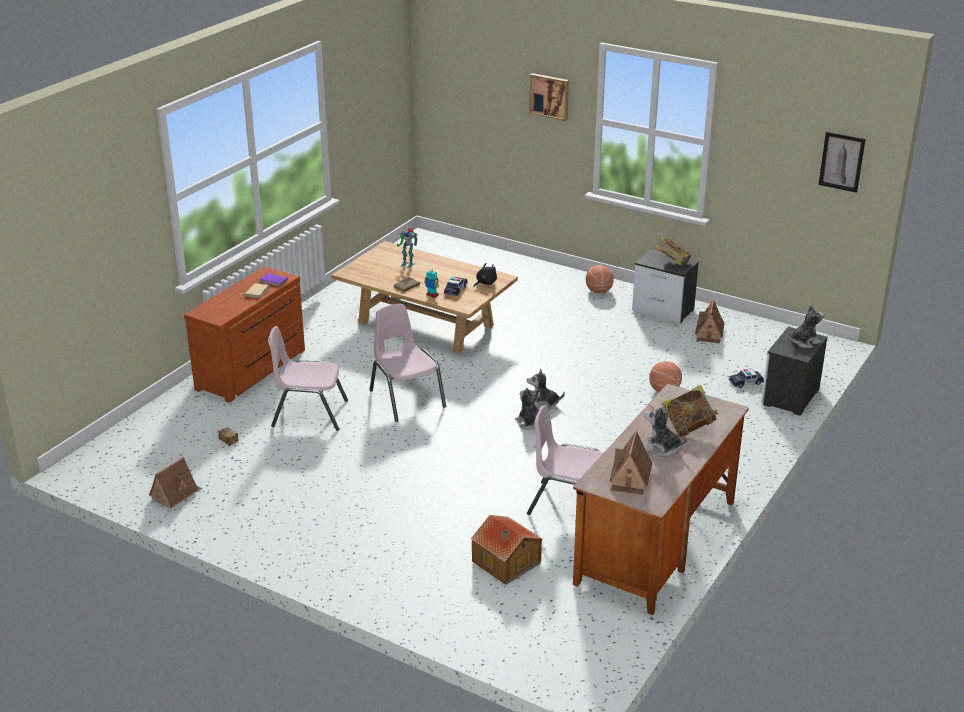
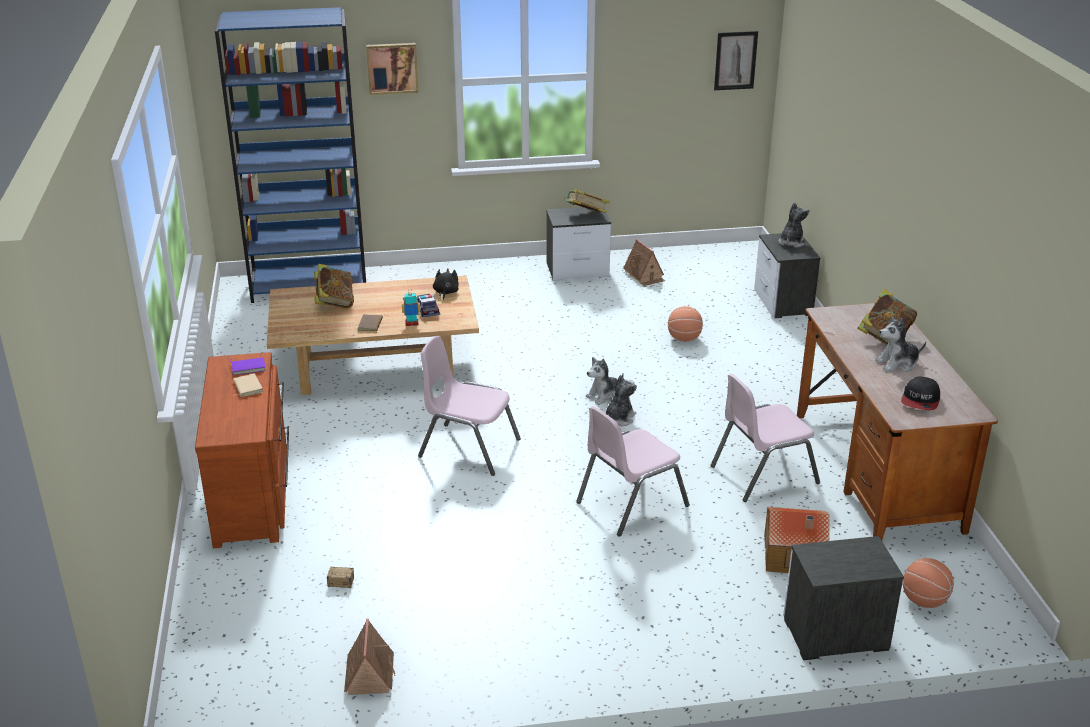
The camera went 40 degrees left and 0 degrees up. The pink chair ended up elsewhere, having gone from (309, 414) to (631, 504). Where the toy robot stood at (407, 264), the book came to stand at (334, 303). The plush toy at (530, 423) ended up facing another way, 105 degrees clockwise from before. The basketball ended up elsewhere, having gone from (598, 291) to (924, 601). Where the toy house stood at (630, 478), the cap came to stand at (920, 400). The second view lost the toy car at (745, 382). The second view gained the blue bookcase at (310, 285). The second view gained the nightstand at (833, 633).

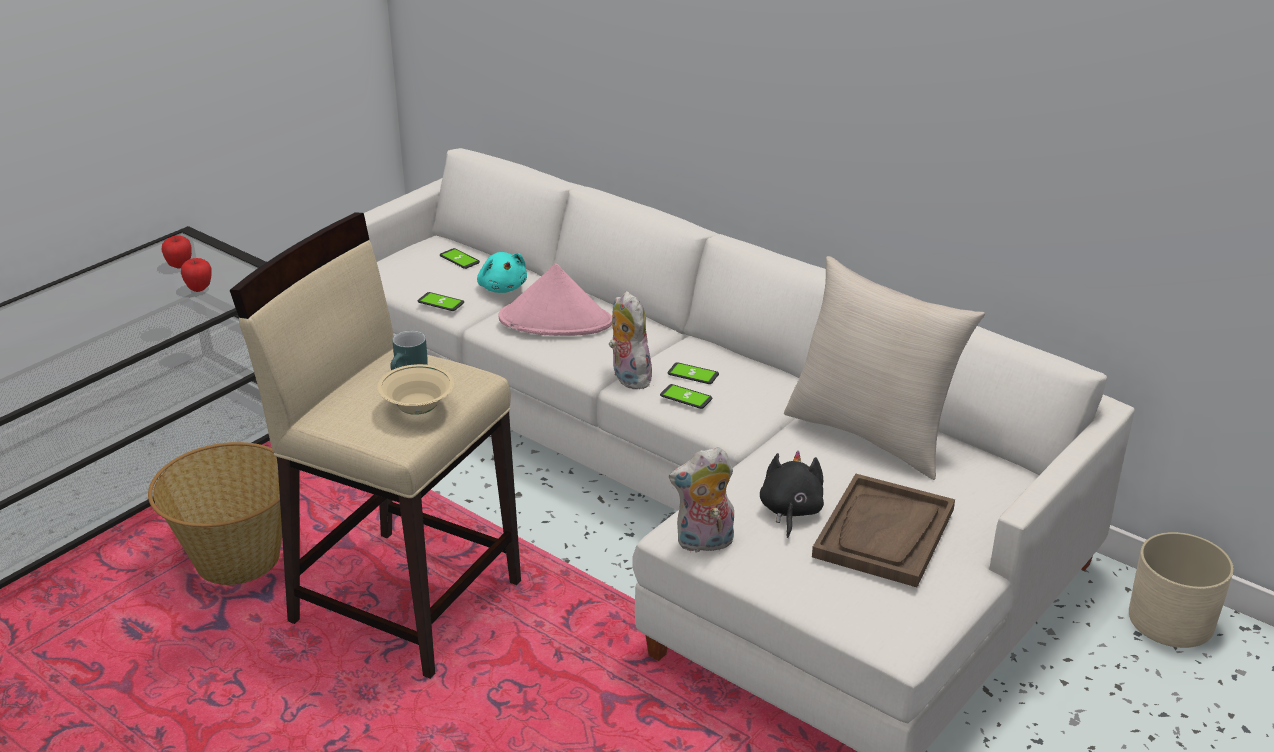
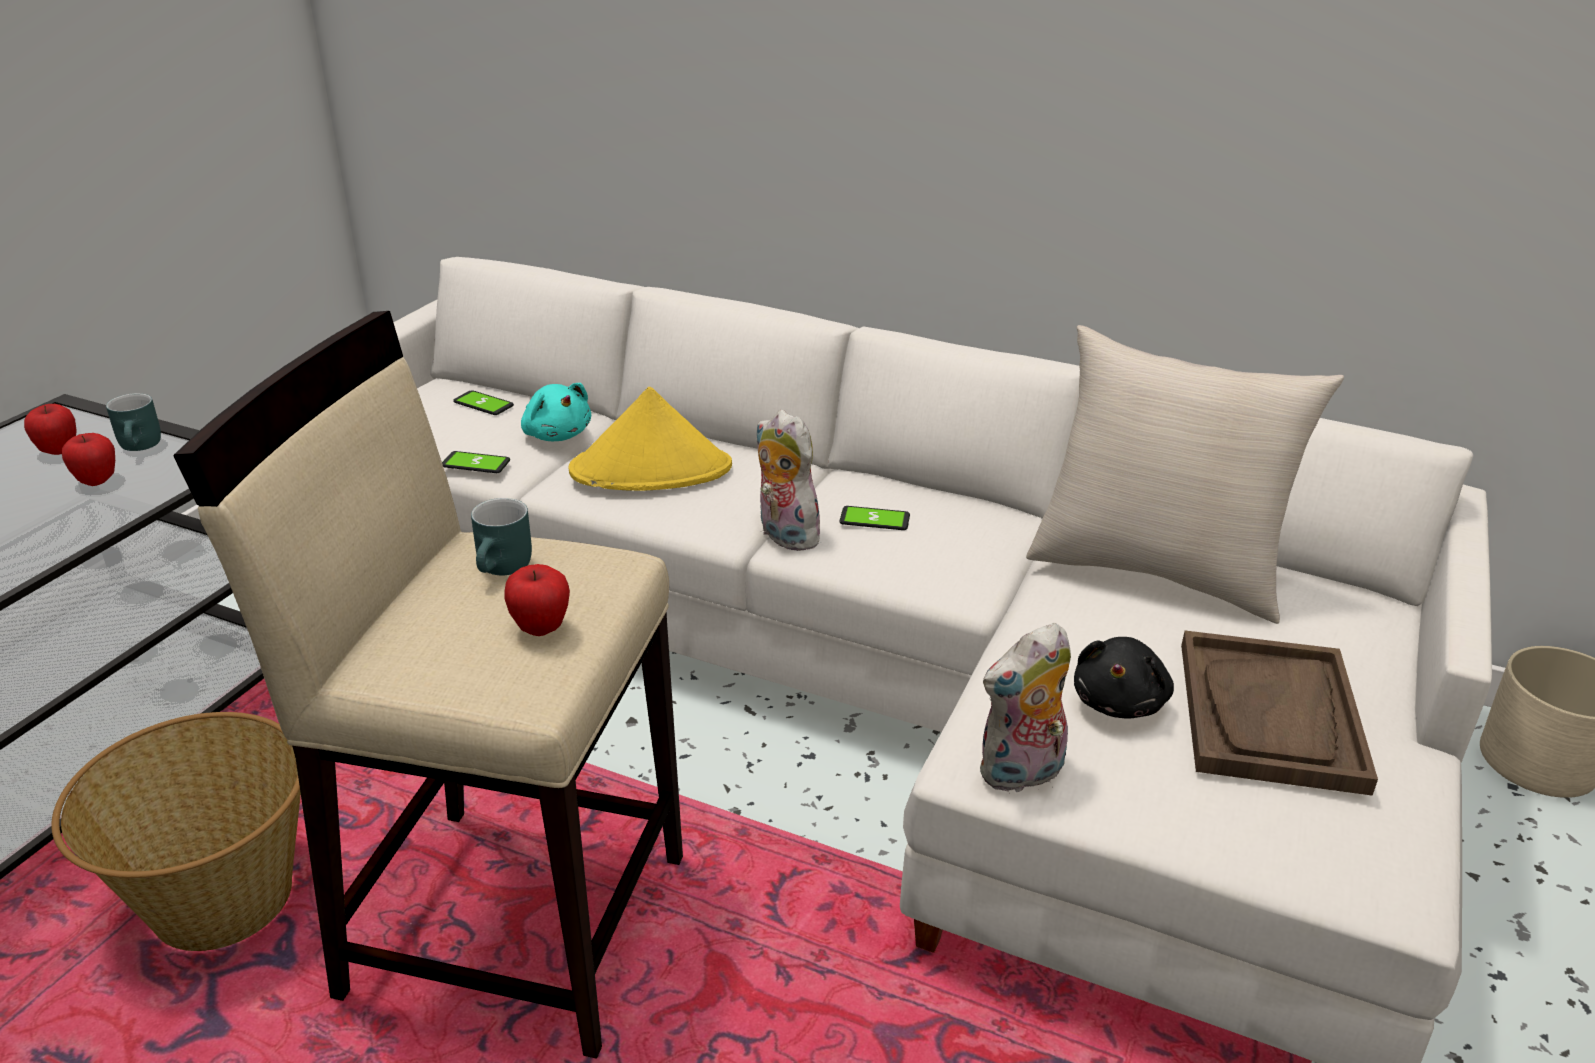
The camera went 15 degrees left and 0 degrees up. Where the beige bowl stood at (417, 409), the apple came to stand at (541, 628). What was the pink hat at (556, 321) turned into the yellow hat at (652, 470). The second view lost the phone at (686, 397). The black plush toy at (790, 511) ended up facing another way, 150 degrees counterclockwise from before. The second view gained the turquoise mug at (143, 446).

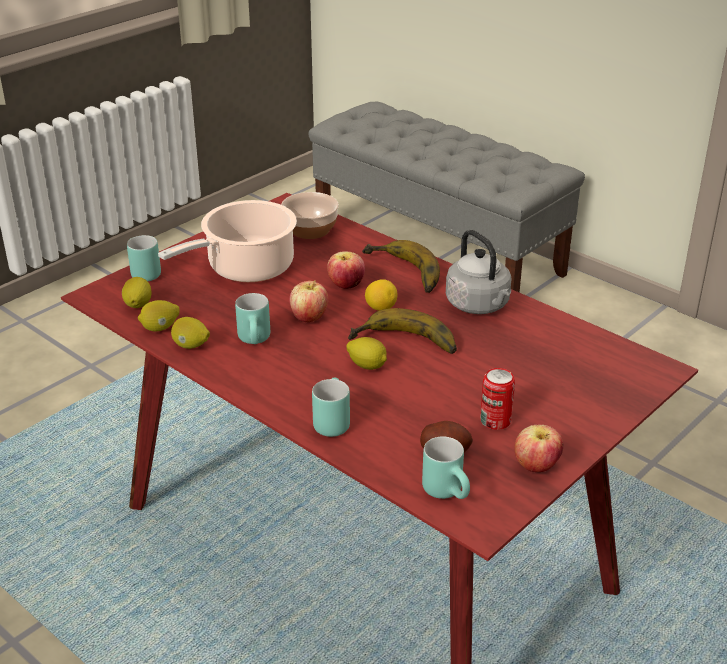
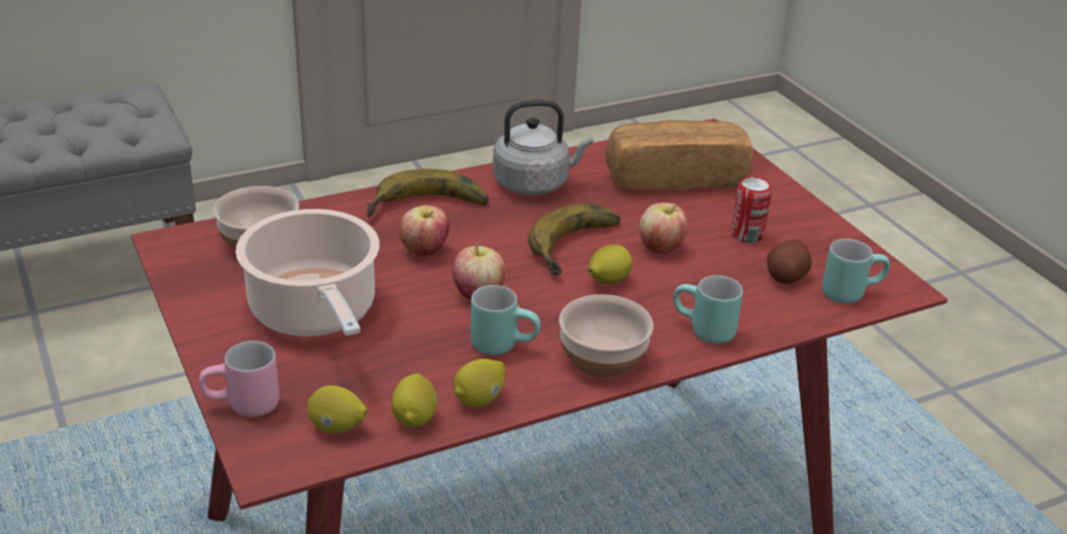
The camera went 70 degrees left and 0 degrees up. What was the turquoise mug at (141, 273) turned into the pink mug at (243, 408). The second view lost the lemon at (380, 308). The apple ended up elsewhere, having gone from (536, 466) to (660, 248). The second view gained the bowl at (603, 357). The second view gained the bread at (675, 178).

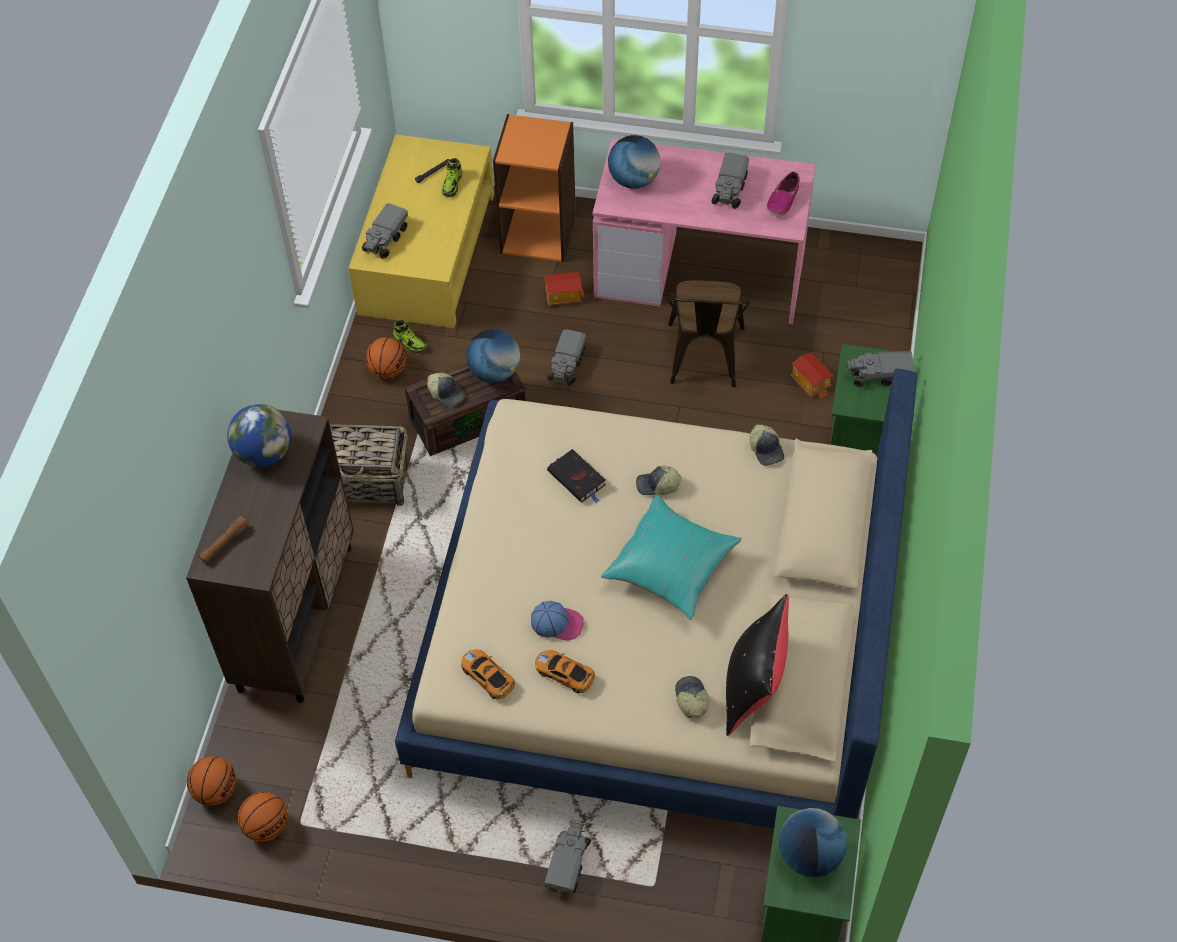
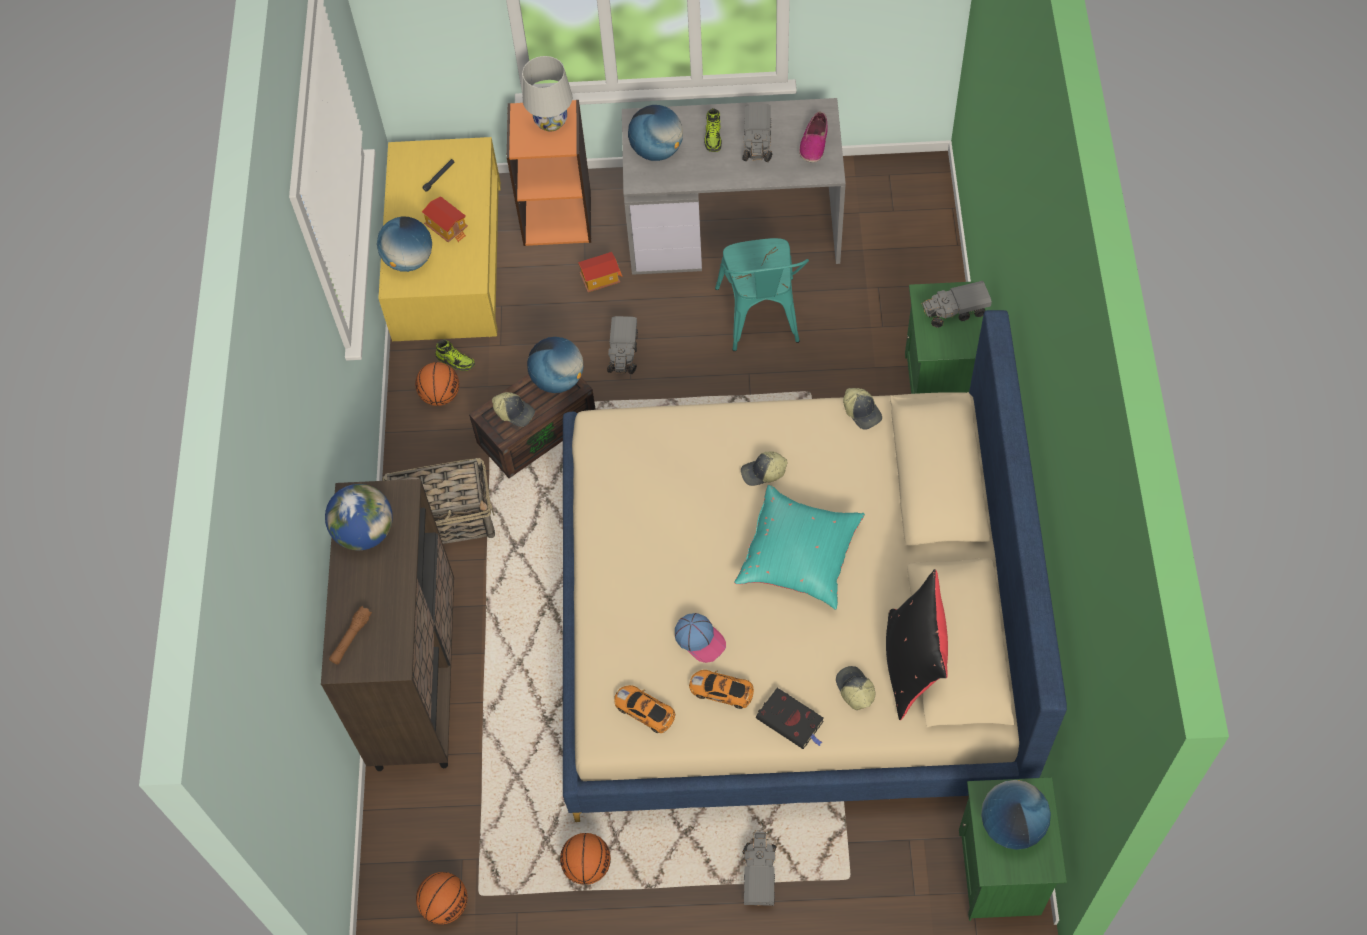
The camera went 10 degrees left and 5 degrees up. The basketball ended up elsewhere, having gone from (216, 791) to (587, 866). Where the toy truck stood at (385, 240), the globe came to stand at (409, 260). The shoe ended up elsewhere, having gone from (452, 184) to (713, 137). The cap at (557, 623) ended up facing another way, 45 degrees clockwise from before. The black book ended up elsewhere, having gone from (578, 479) to (791, 721). What was the pink desk at (702, 272) turned into the grey desk at (735, 226). What was the brown chair at (704, 361) turned into the turquoise chair at (761, 320). The toy house ended up elsewhere, having gone from (811, 382) to (447, 227). The second view gained the white table lamp at (551, 122).

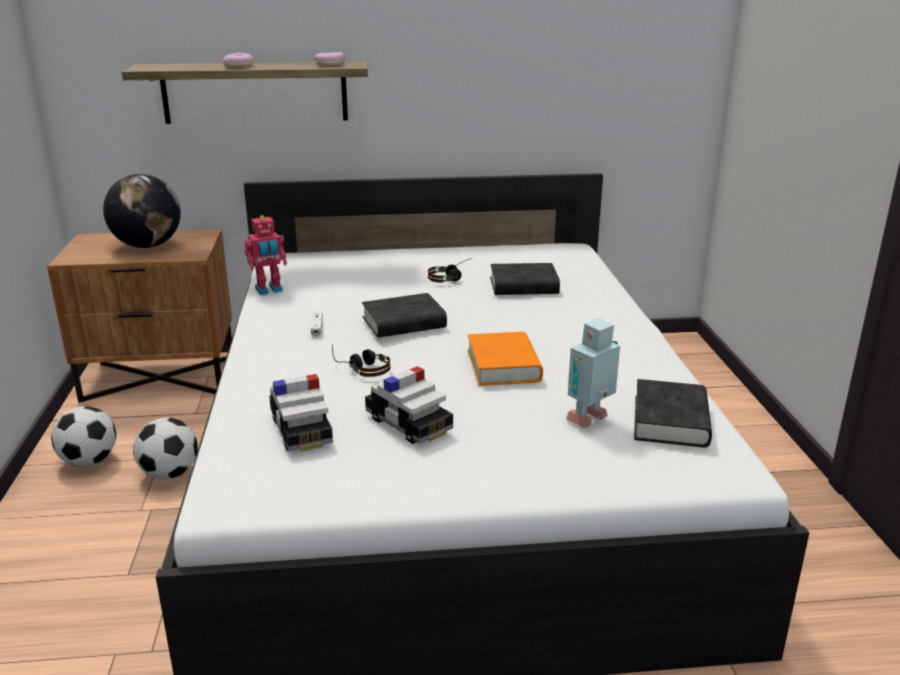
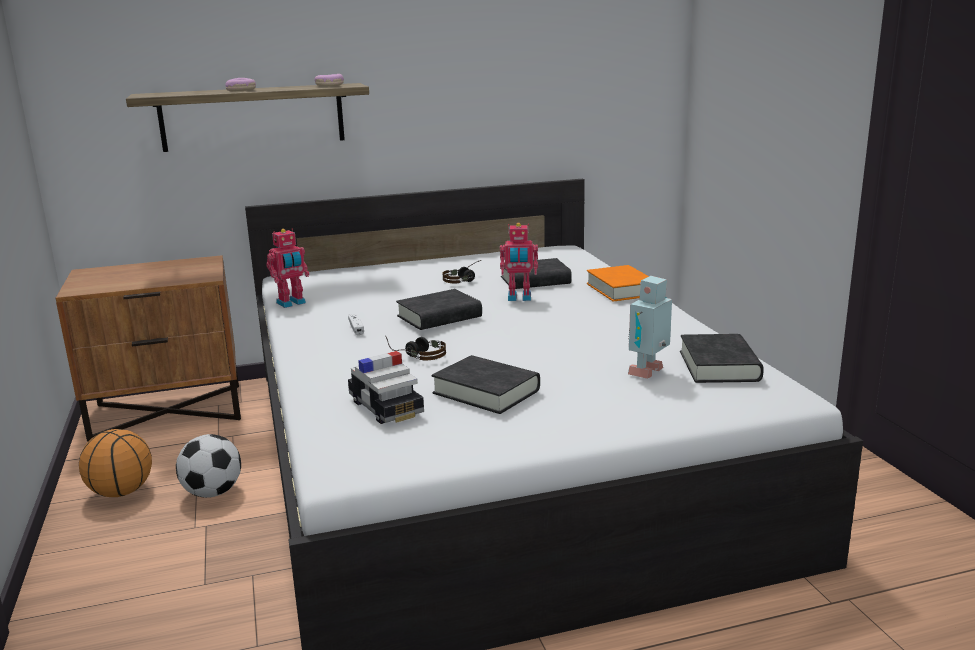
The camera went 10 degrees left and 5 degrees down. Where the football stood at (89, 461), the basketball came to stand at (121, 492). The second view lost the globe at (147, 246). Where the toy car stood at (409, 423), the black book came to stand at (486, 392). The orange book ended up elsewhere, having gone from (503, 366) to (622, 289). The second view gained the toy robot at (519, 298).

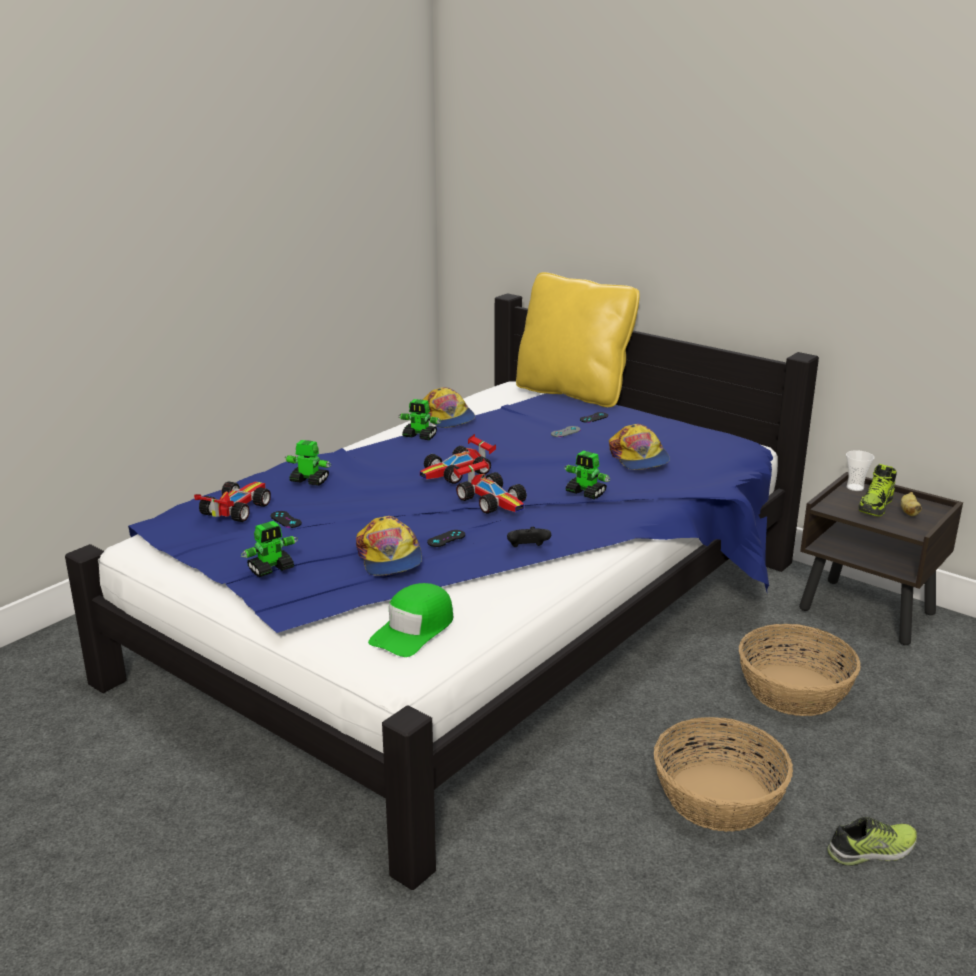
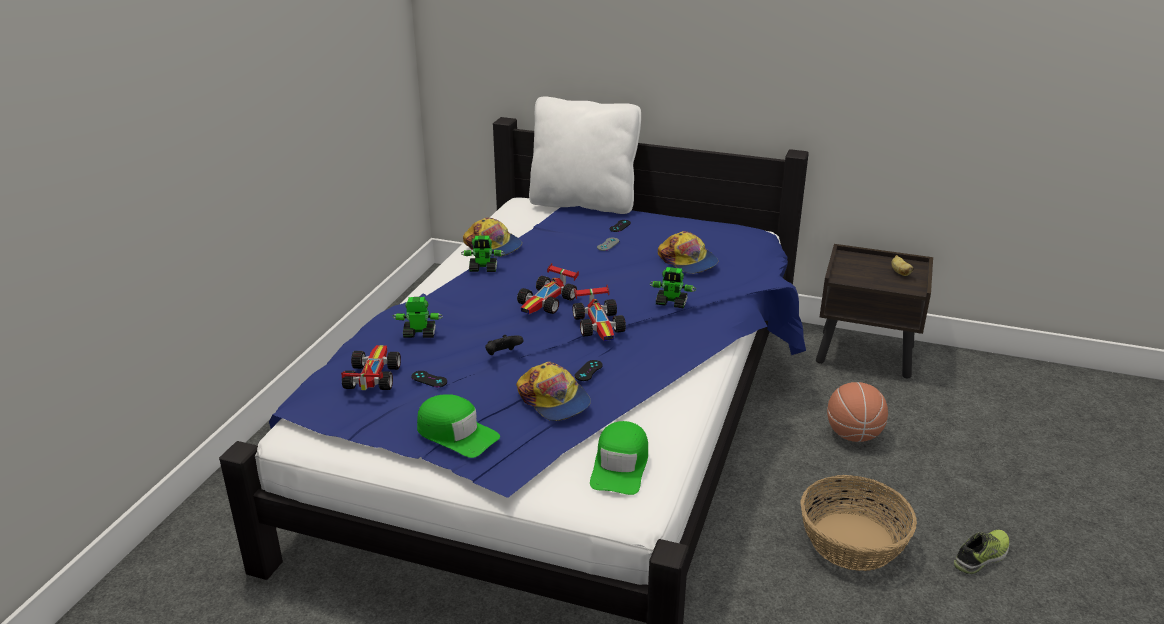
The camera went 20 degrees left and 5 degrees up. Where the toy robot stood at (271, 569), the green cap came to stand at (456, 434). The toy car at (493, 500) ended up facing another way, 45 degrees clockwise from before. The black game controller ended up elsewhere, having gone from (527, 549) to (503, 355). What was the yellow pillow at (573, 392) turned into the white pillow at (583, 203). Where the basket stood at (794, 690), the basketball came to stand at (853, 435). The second view lost the cup at (855, 487). The second view lost the shoe at (876, 506).

